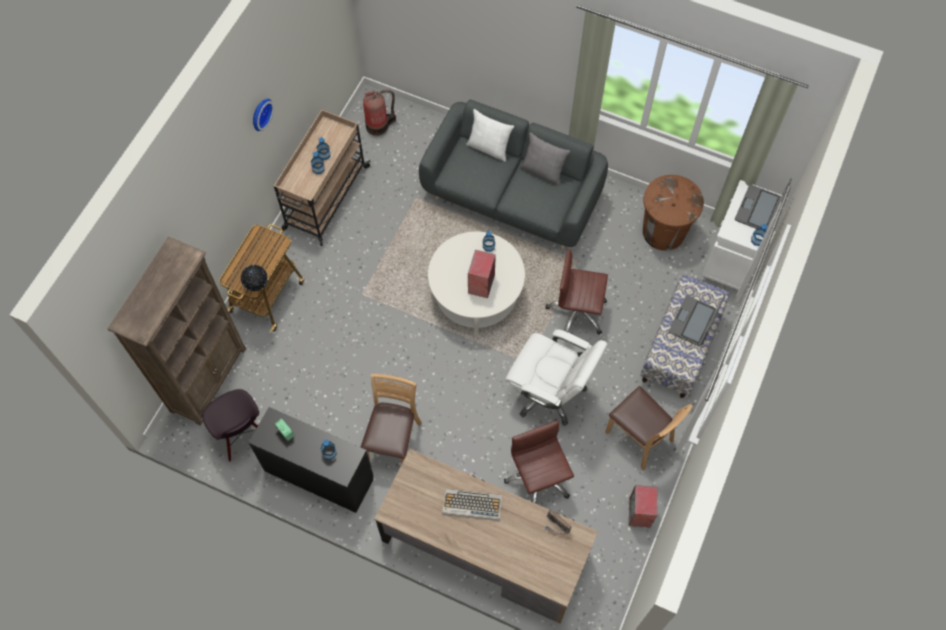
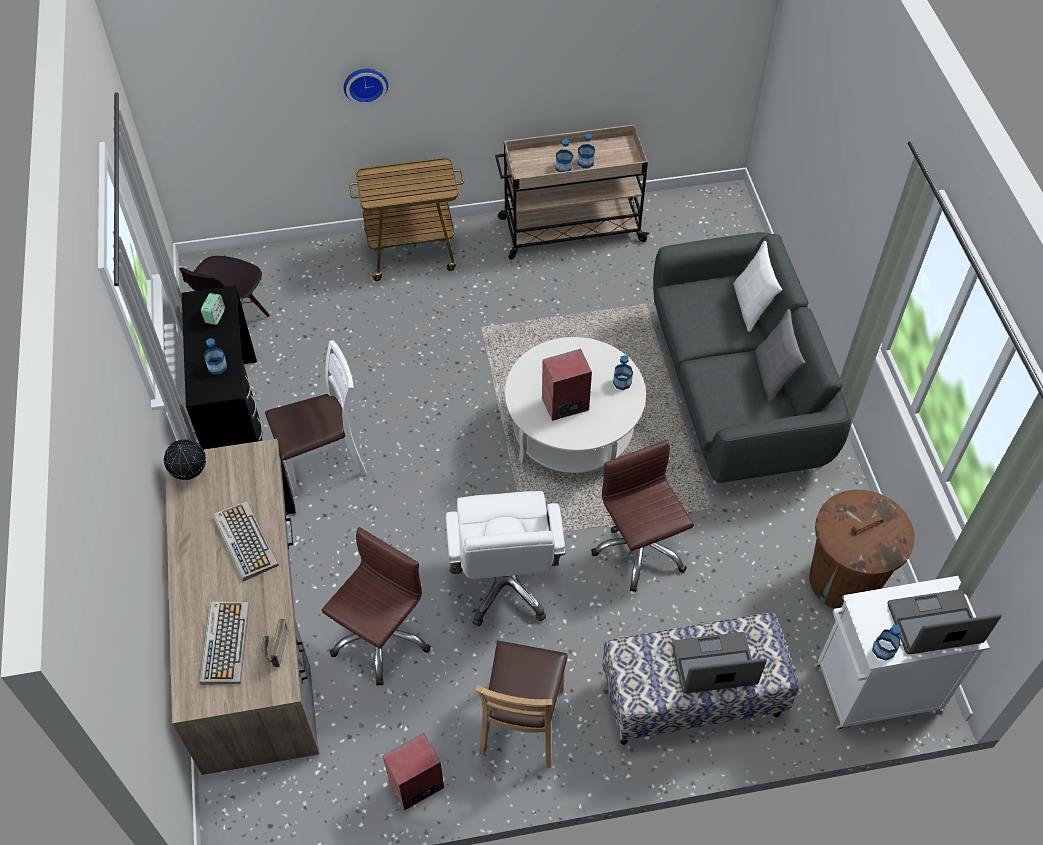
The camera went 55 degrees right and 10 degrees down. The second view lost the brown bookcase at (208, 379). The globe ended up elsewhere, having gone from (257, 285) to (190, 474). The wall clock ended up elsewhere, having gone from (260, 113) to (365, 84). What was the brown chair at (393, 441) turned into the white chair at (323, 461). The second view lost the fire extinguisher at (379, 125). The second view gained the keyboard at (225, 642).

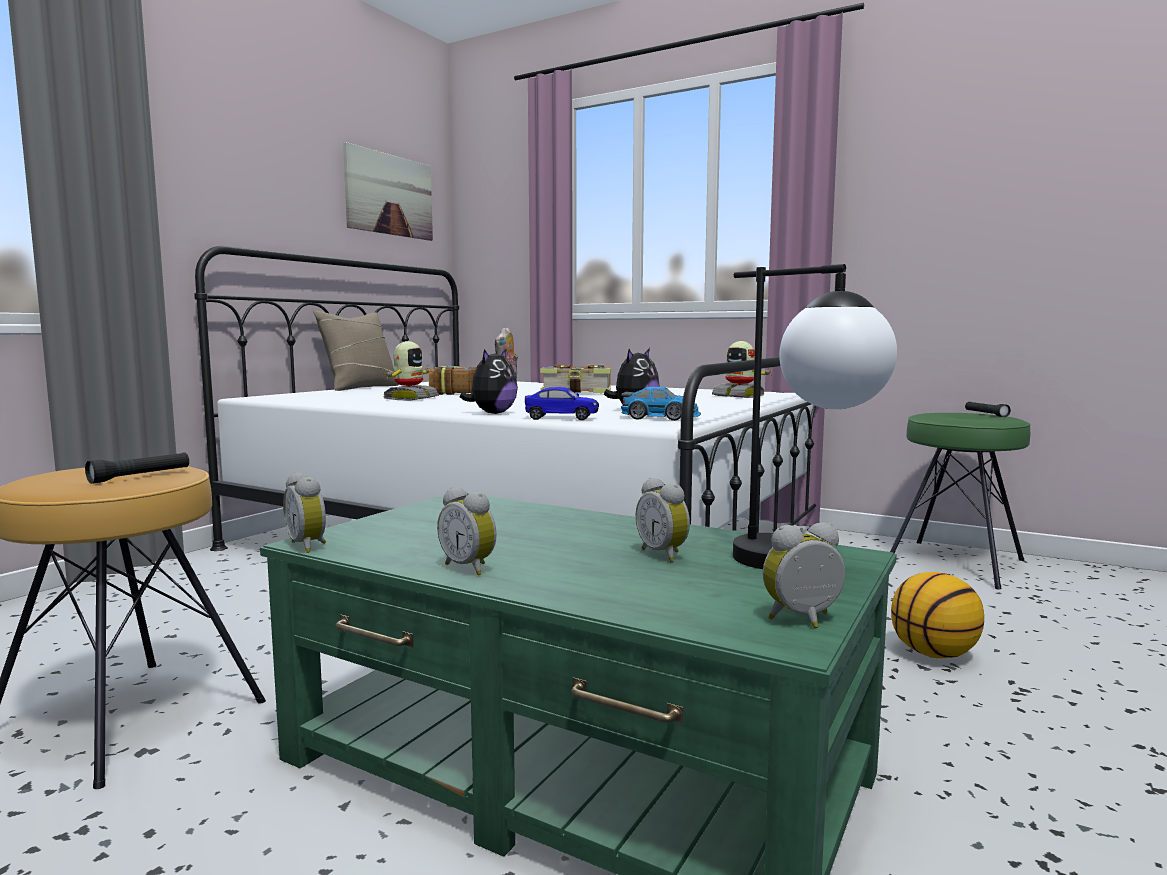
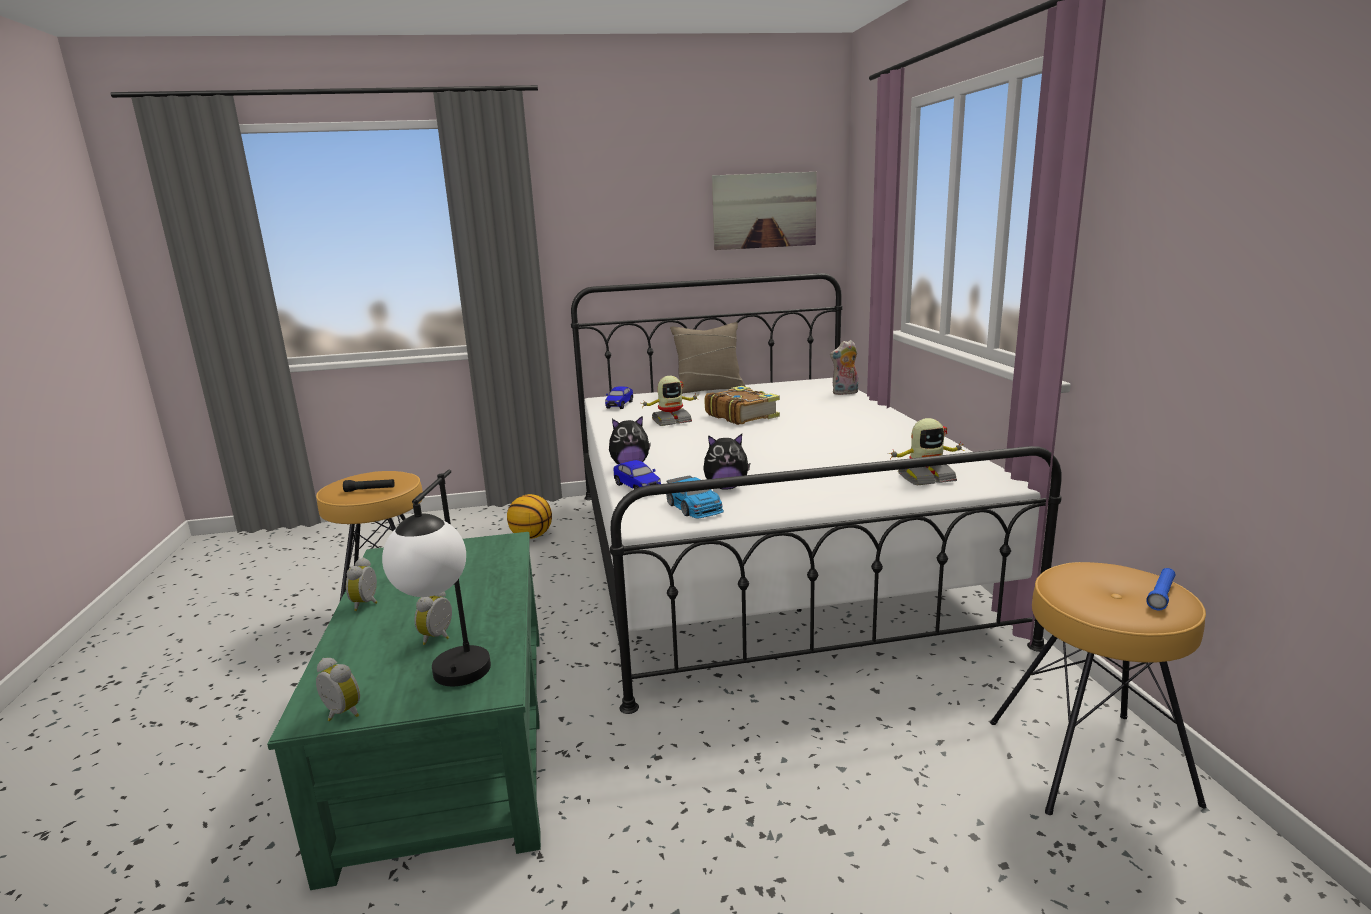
The camera went 50 degrees right and 10 degrees up. The second view lost the alarm clock at (309, 546). The second view lost the book at (578, 392). The toy robot at (738, 396) ended up facing another way, 105 degrees counterclockwise from before. What was the green stool at (956, 563) turned into the brown stool at (1090, 762). The basketball ended up elsewhere, having gone from (934, 654) to (531, 536). What was the black flashlight at (985, 414) turned into the blue flashlight at (1161, 595). The second view gained the toy car at (619, 405).

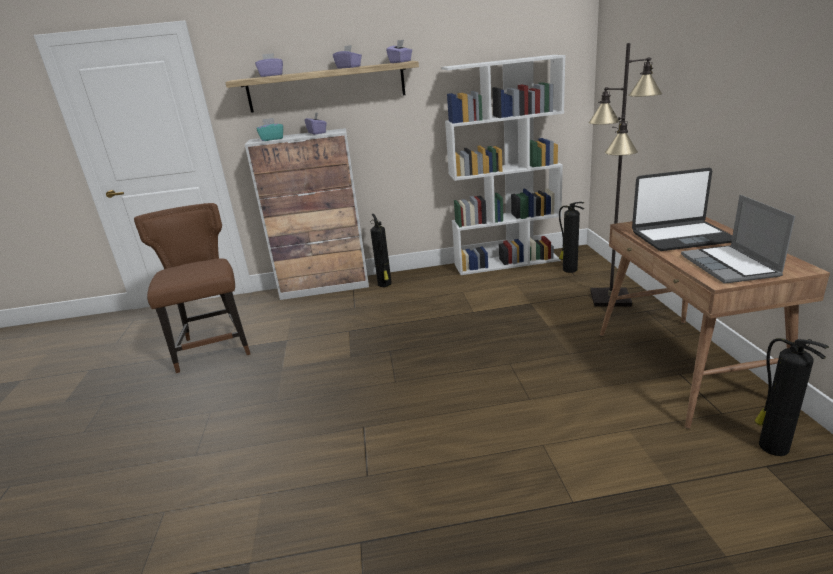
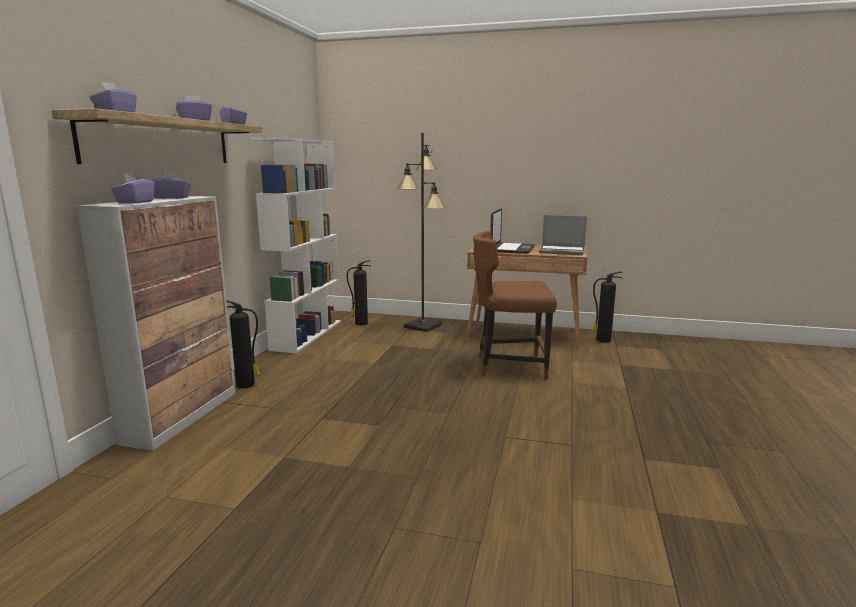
The camera went 70 degrees left and 10 degrees down. The brown chair ended up elsewhere, having gone from (214, 347) to (509, 366). What was the turquoise tissue box at (272, 139) turned into the purple tissue box at (135, 202).

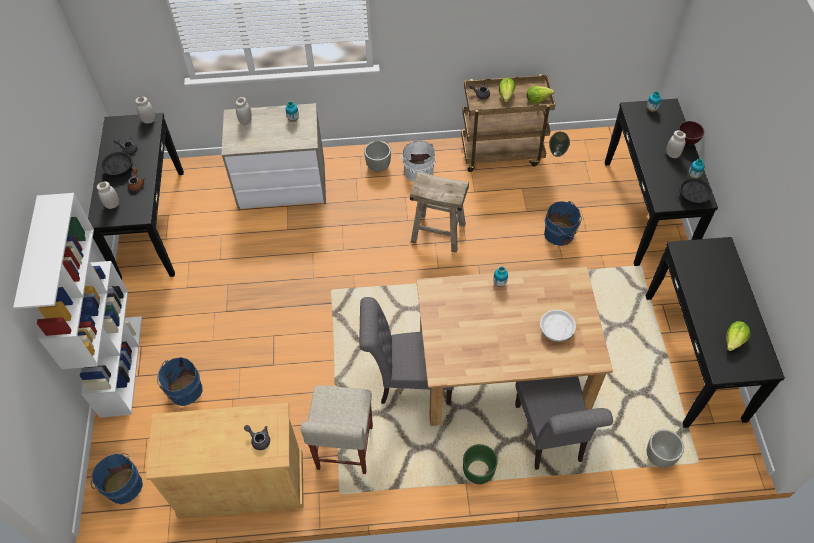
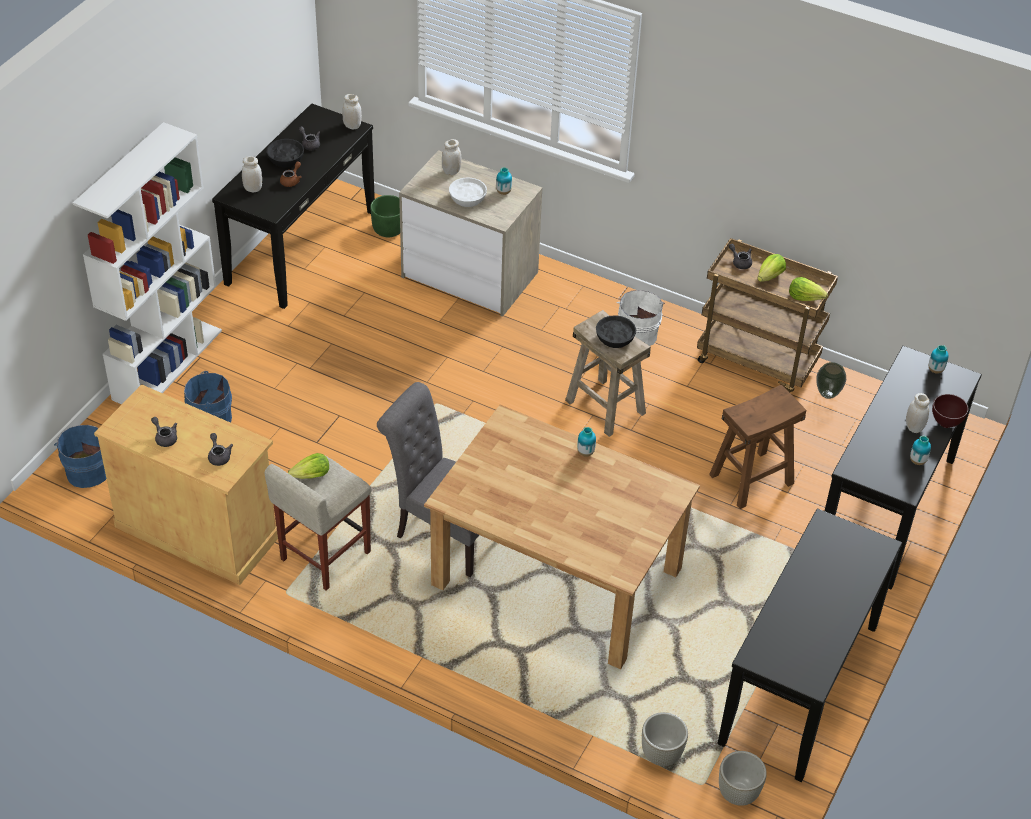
The camera went 30 degrees right and 10 degrees down. The grey planter ended up elsewhere, having gone from (378, 167) to (738, 794). The green planter ended up elsewhere, having gone from (478, 471) to (388, 229). The second view lost the grey chair at (550, 438). The white bowl ended up elsewhere, having gone from (555, 330) to (467, 198). Where the blue bucket stood at (560, 234), the brown stool came to stand at (751, 479). The black bowl ended up elsewhere, having gone from (693, 196) to (615, 338). The lettuce ended up elsewhere, having gone from (734, 340) to (311, 476). The second view gained the grey teapot at (165, 437).

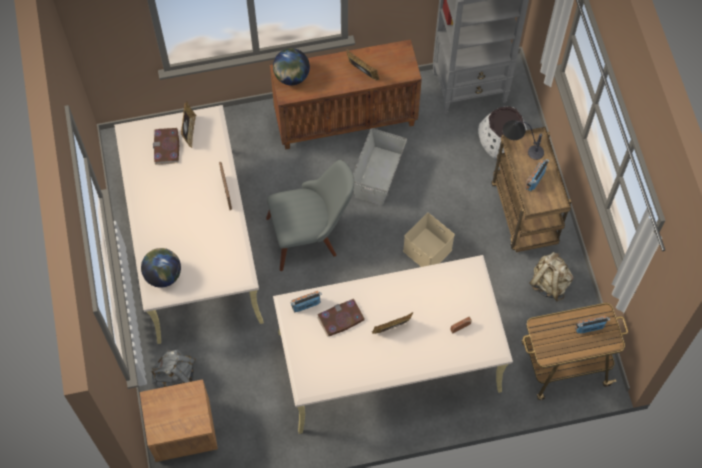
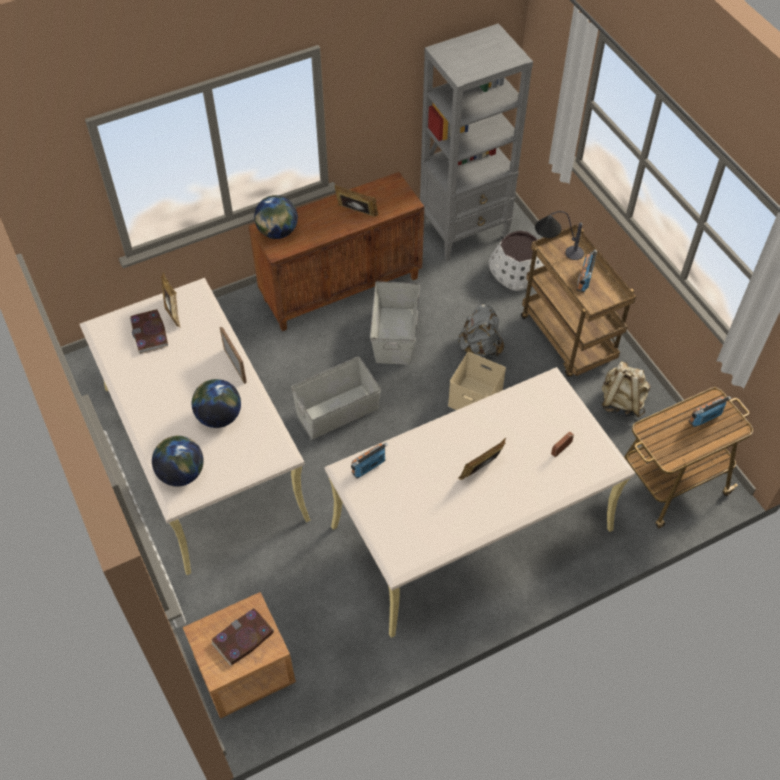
The camera went 15 degrees left and 10 degrees down. The grey backpack ended up elsewhere, having gone from (176, 377) to (480, 347). Where the grey chair stood at (311, 234), the grey storage box came to stand at (338, 411). The book ended up elsewhere, having gone from (340, 319) to (243, 638). The second view gained the globe at (219, 416).

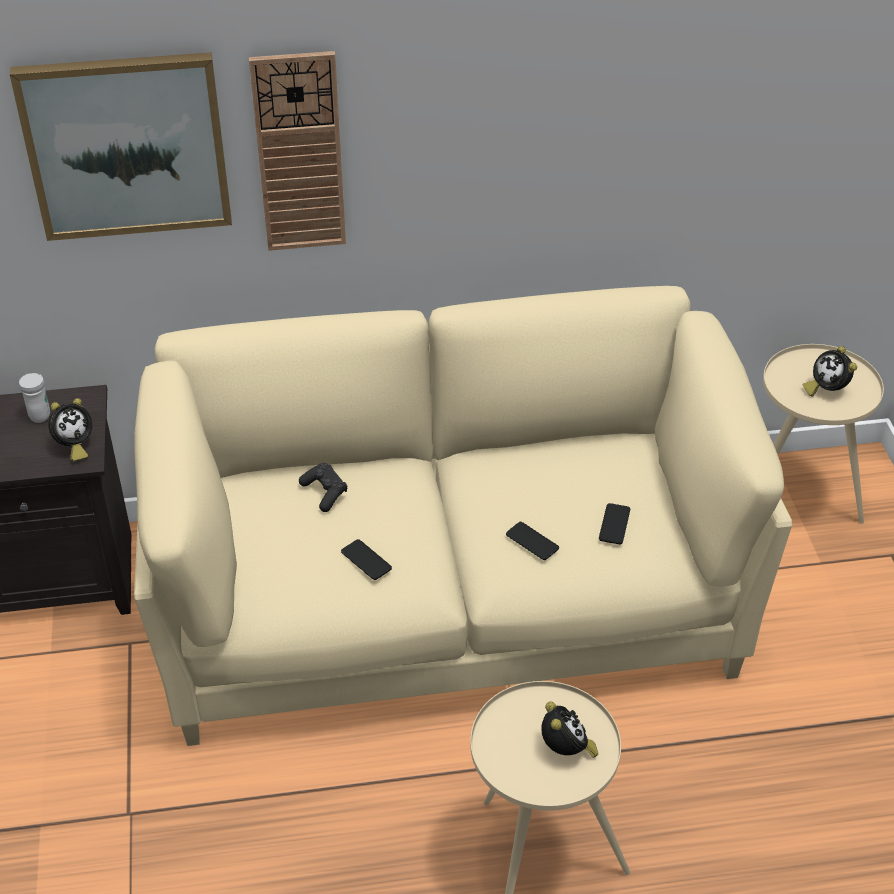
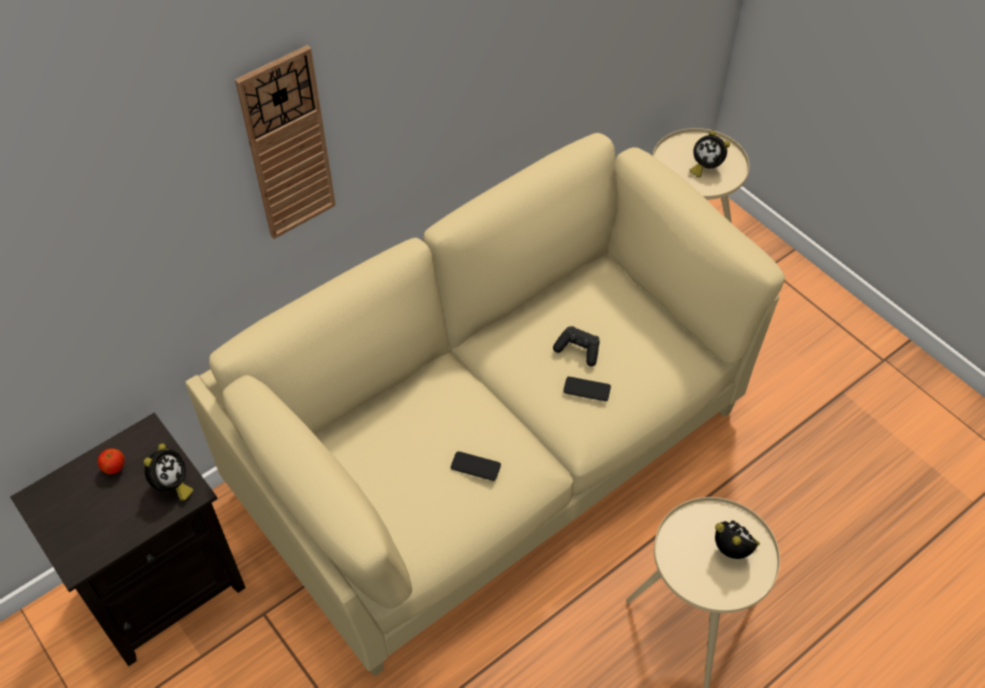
The camera went 30 degrees left and 10 degrees up. The second view lost the picture at (126, 145). Where the white mug stood at (40, 413), the apple came to stand at (115, 468). The black game controller ended up elsewhere, having gone from (325, 493) to (578, 350). The second view lost the phone at (614, 524).

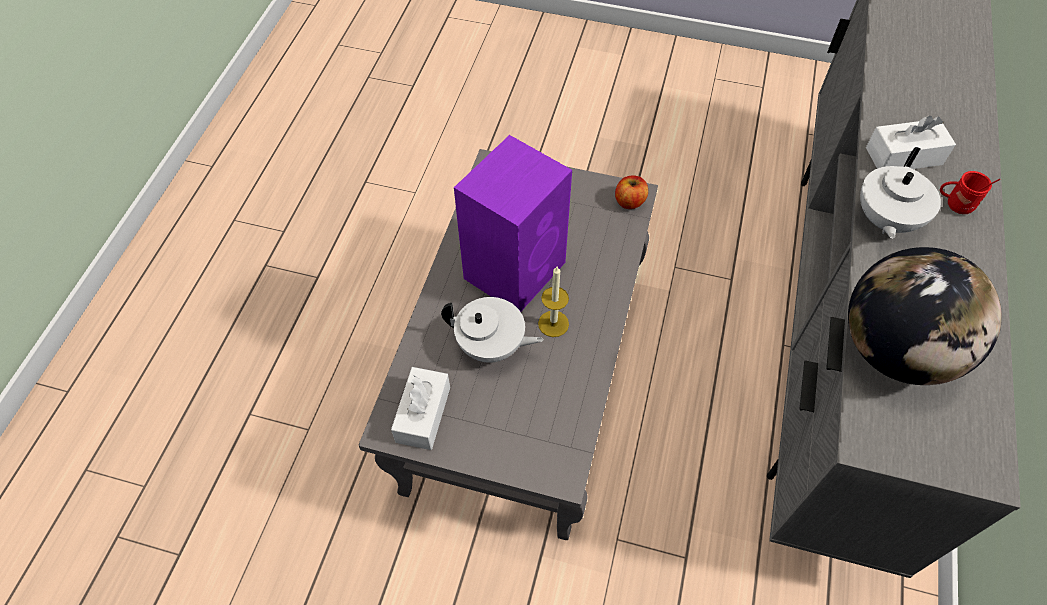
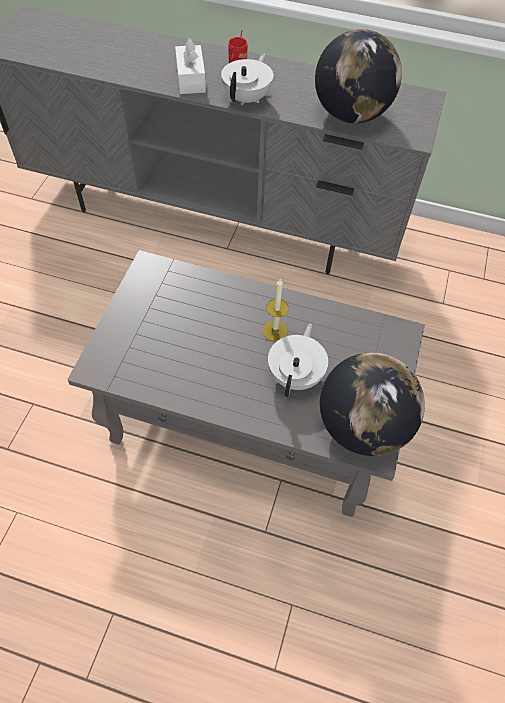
The camera went 90 degrees left and 0 degrees up. Where the white tissue box stood at (423, 414), the globe came to stand at (362, 426). The second view lost the purple speaker at (516, 269). The second view lost the apple at (629, 201). The white teapot at (885, 220) ended up facing another way, 90 degrees counterclockwise from before.

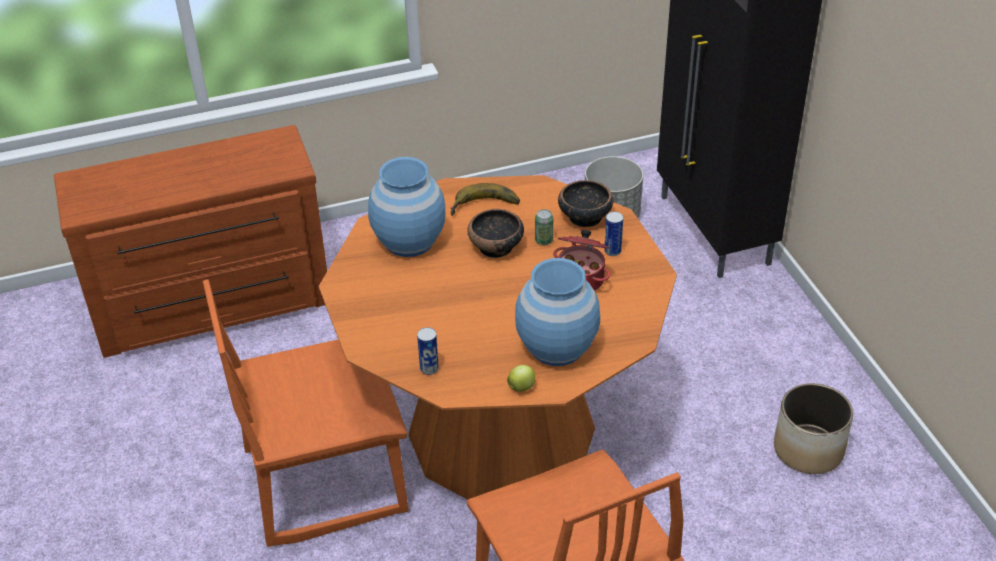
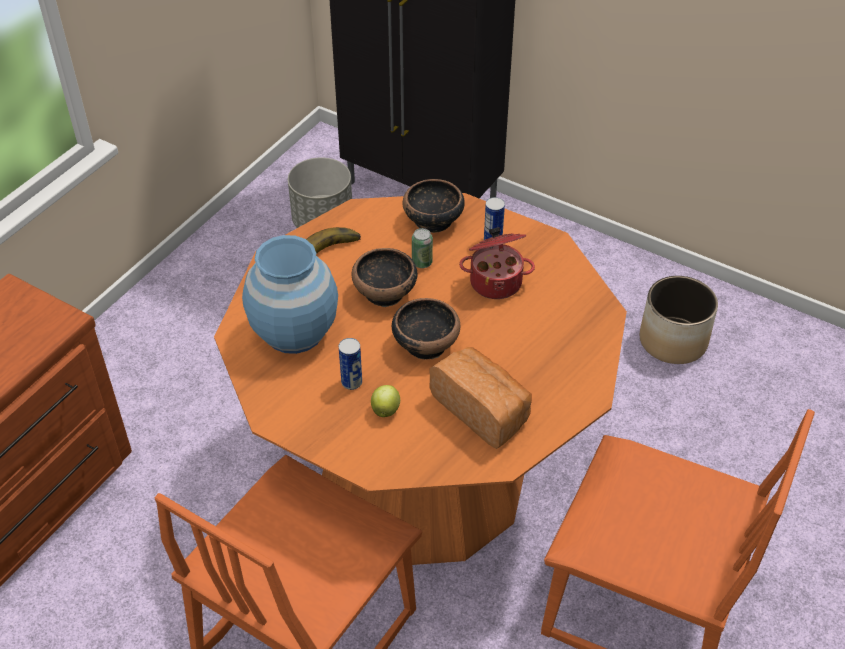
The camera went 40 degrees left and 5 degrees up. The can ended up elsewhere, having gone from (429, 368) to (351, 382). The apple ended up elsewhere, having gone from (522, 387) to (385, 410). The second view lost the blue vase at (556, 346). The second view gained the bowl at (426, 343). The second view gained the bread at (482, 409).

